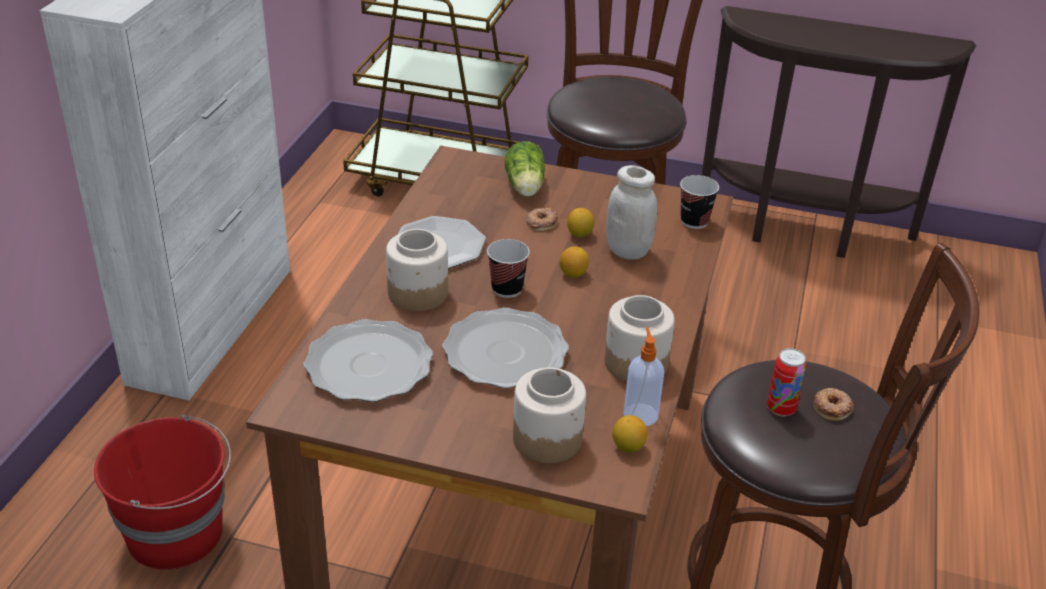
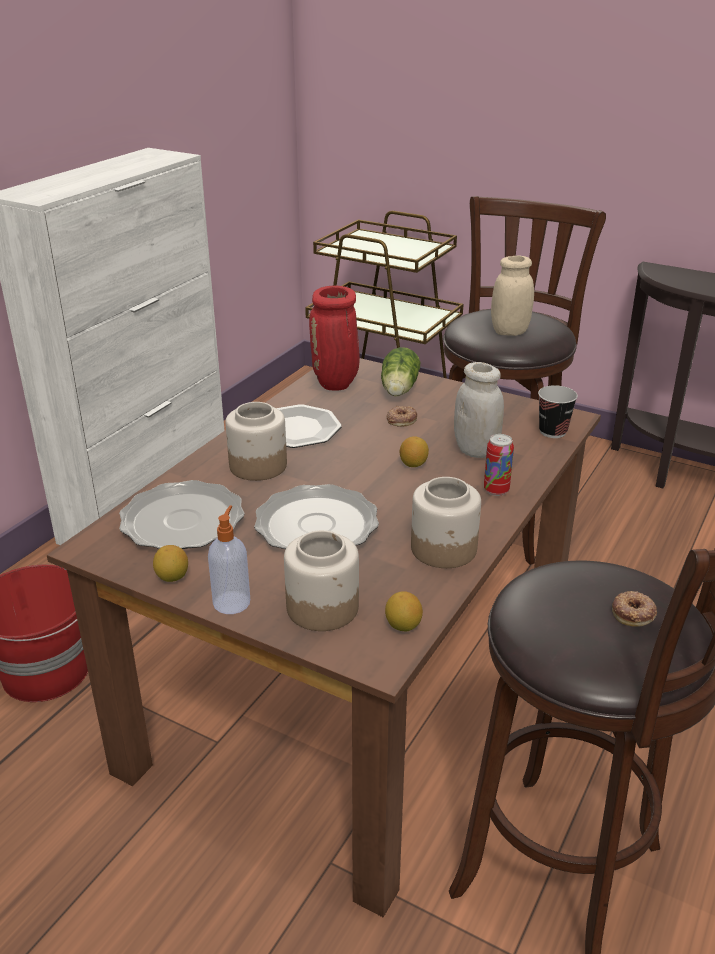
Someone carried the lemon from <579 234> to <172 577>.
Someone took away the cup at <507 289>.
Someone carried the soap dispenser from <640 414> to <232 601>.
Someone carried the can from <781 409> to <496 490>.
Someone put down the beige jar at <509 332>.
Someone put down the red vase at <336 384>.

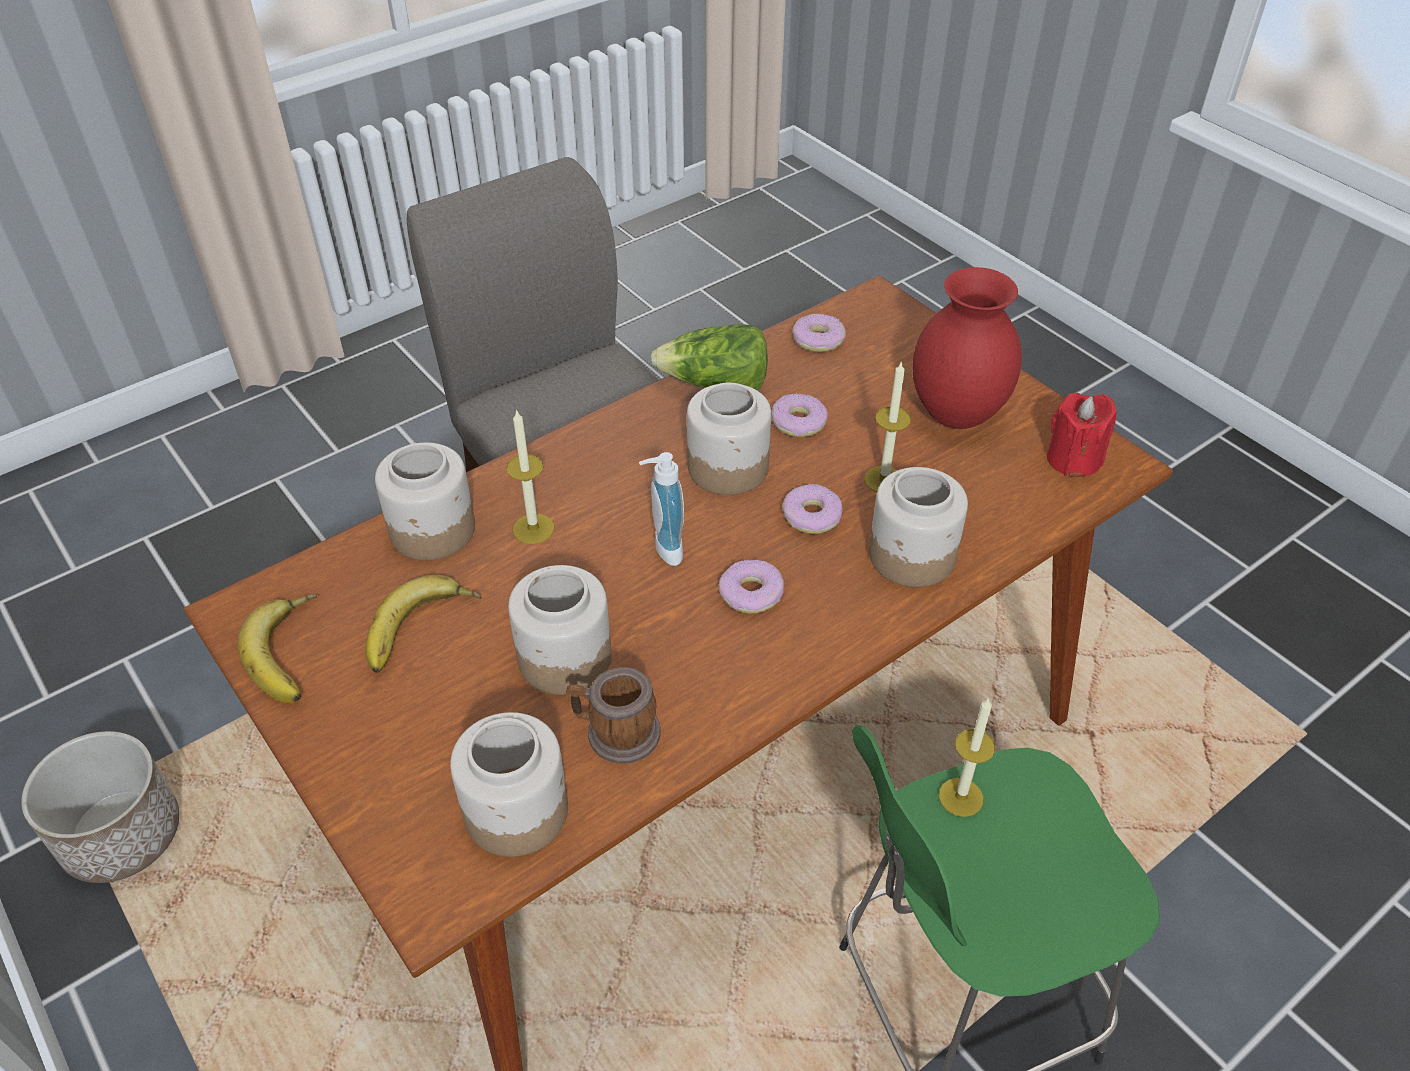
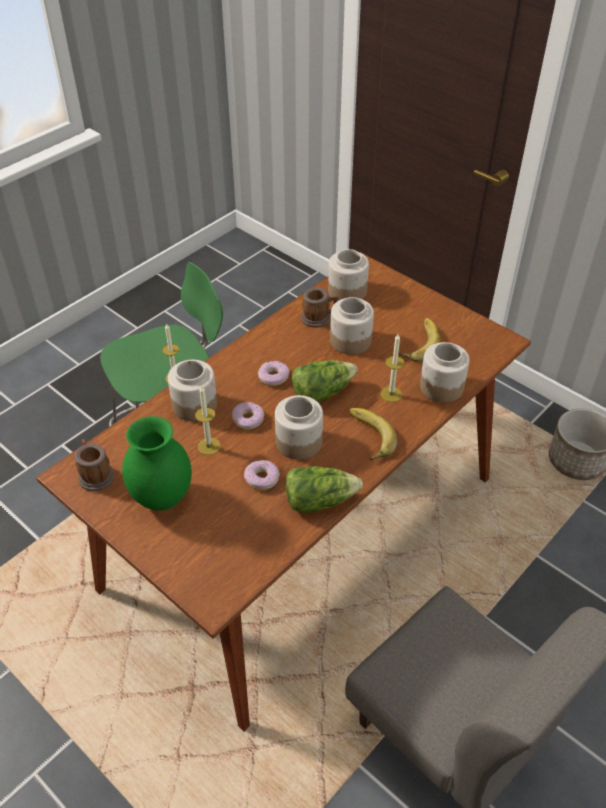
Someone repainted the red vase at <957 414>, which became the green vase at <161 499>.
Someone took away the donut at <818 339>.
Someone swapped the red candle at <1073 459> for the mug at <95 474>.
Someone swapped the soap dispenser at <662 549> for the lettuce at <322 392>.
Someone carried the banana from <293 653> to <367 436>.

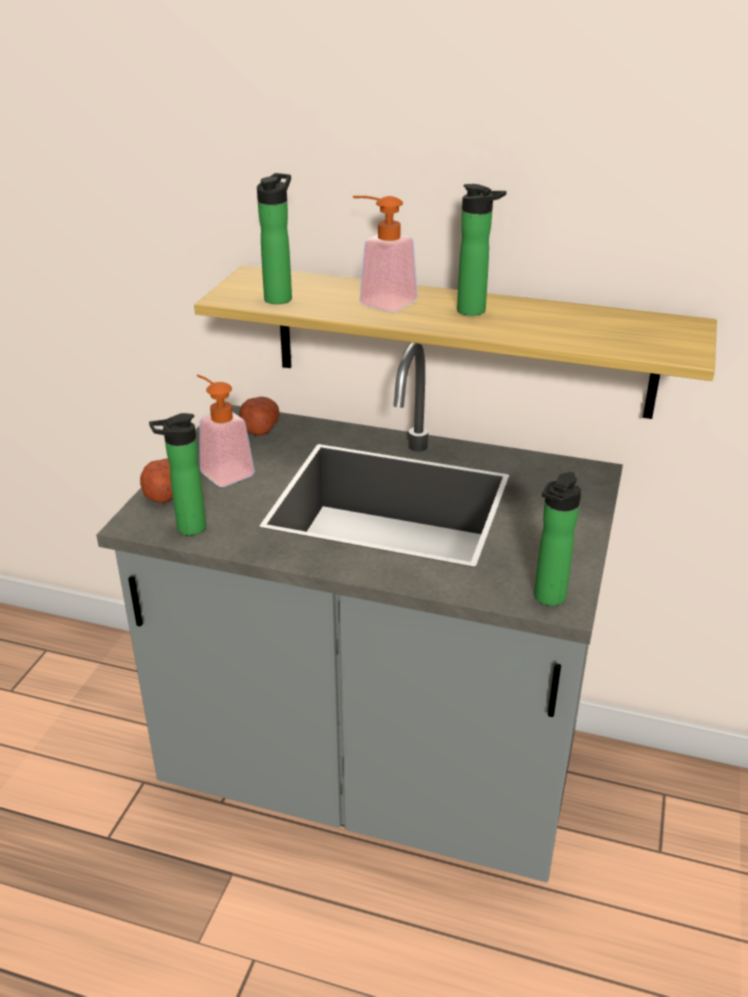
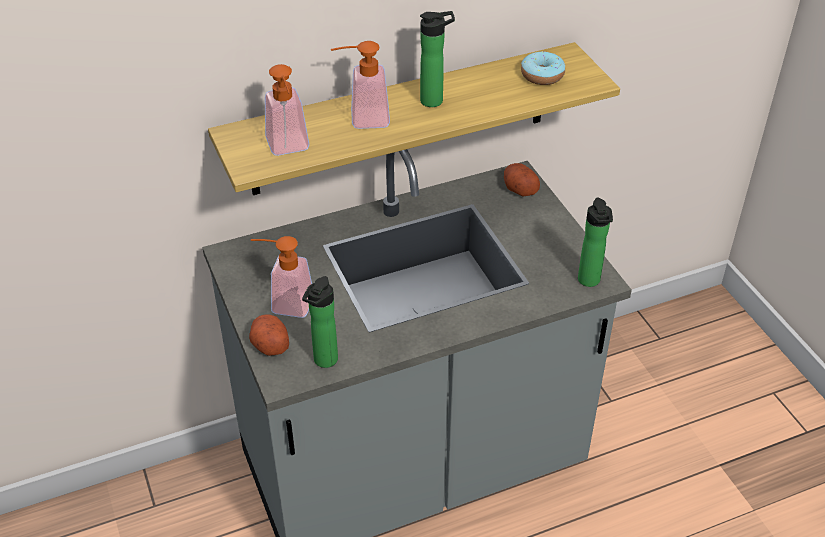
Someone swapped the bottle at <280 297> for the soap dispenser at <289 148>.
Someone carried the potato from <259 428> to <519 188>.
Someone put down the donut at <542 76>.

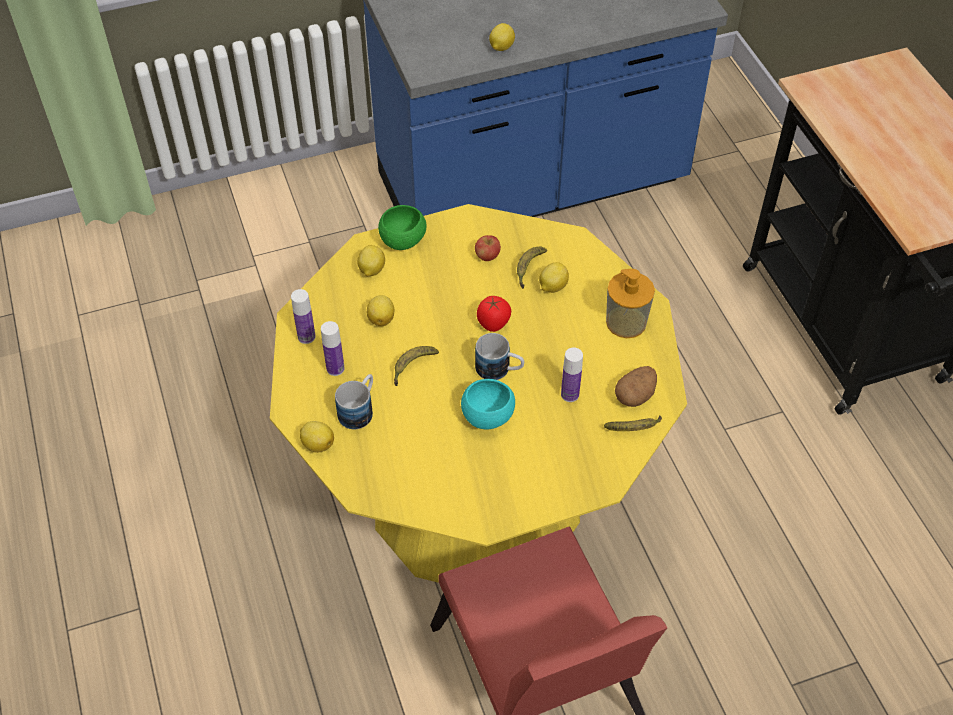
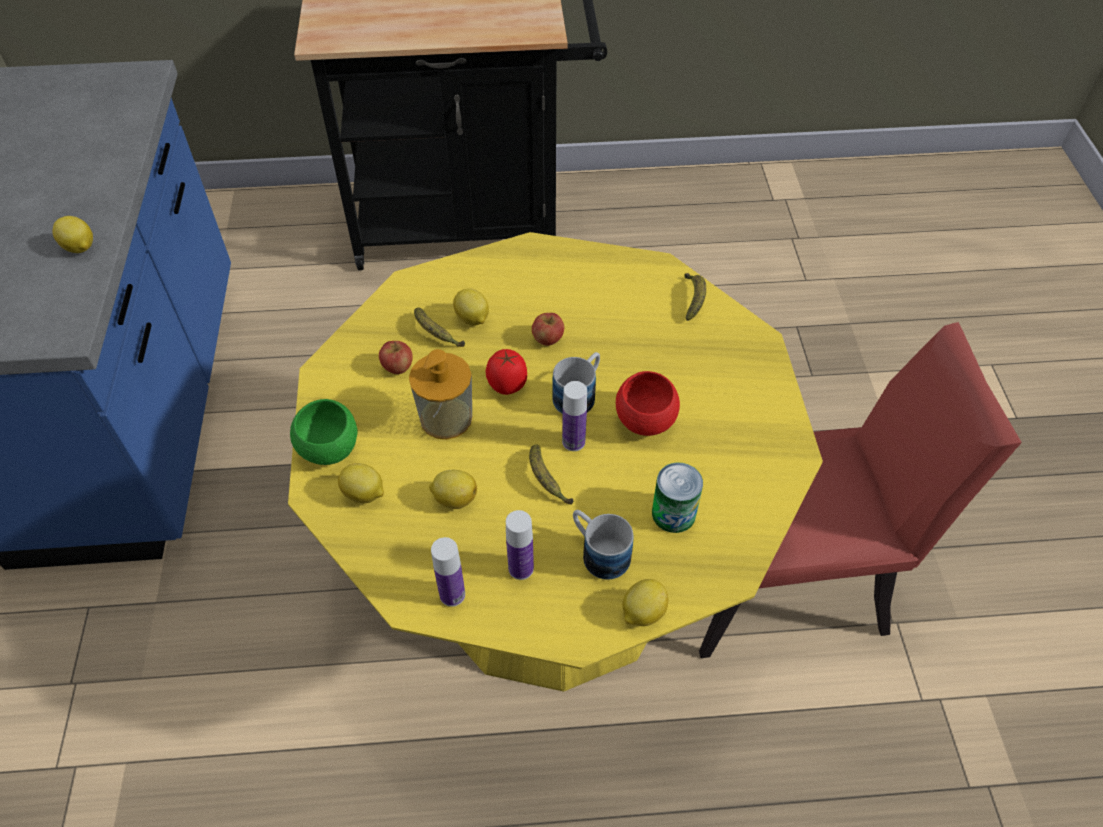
Someone carried the soap dispenser from <626 322> to <446 418>.
Someone carried the bottle from <570 394> to <573 442>.
Someone took away the potato at <635 395>.
Someone repainted the turquoise bowl at <488 417>, which became the red bowl at <645 420>.
Someone put down the apple at <547 339>.
Someone put down the can at <673 513>.

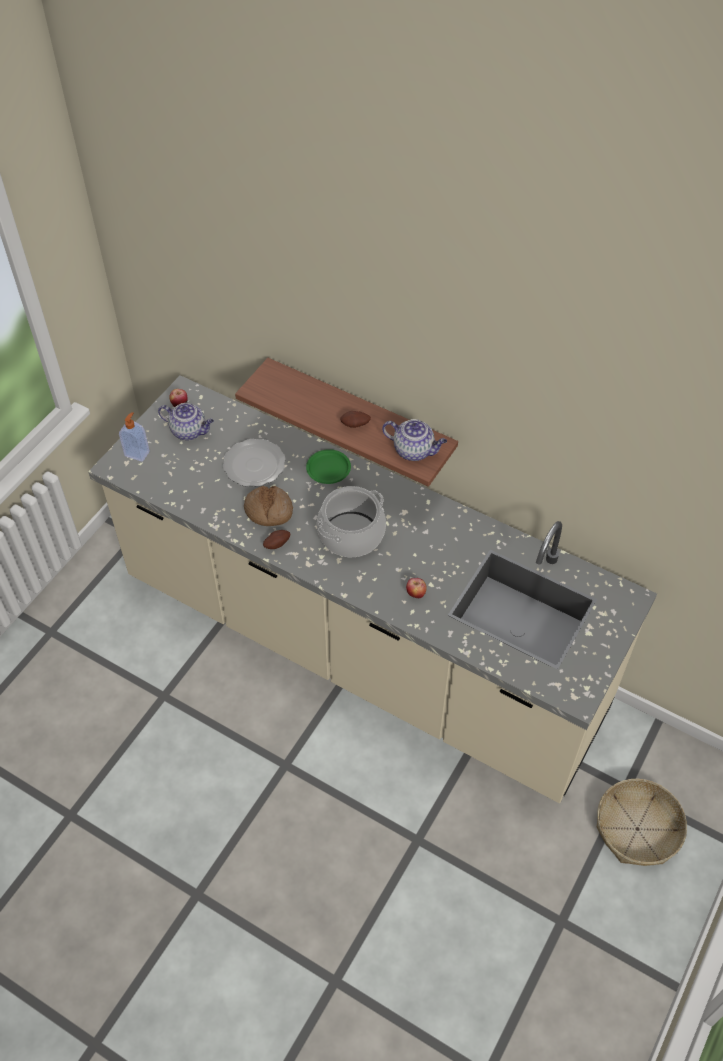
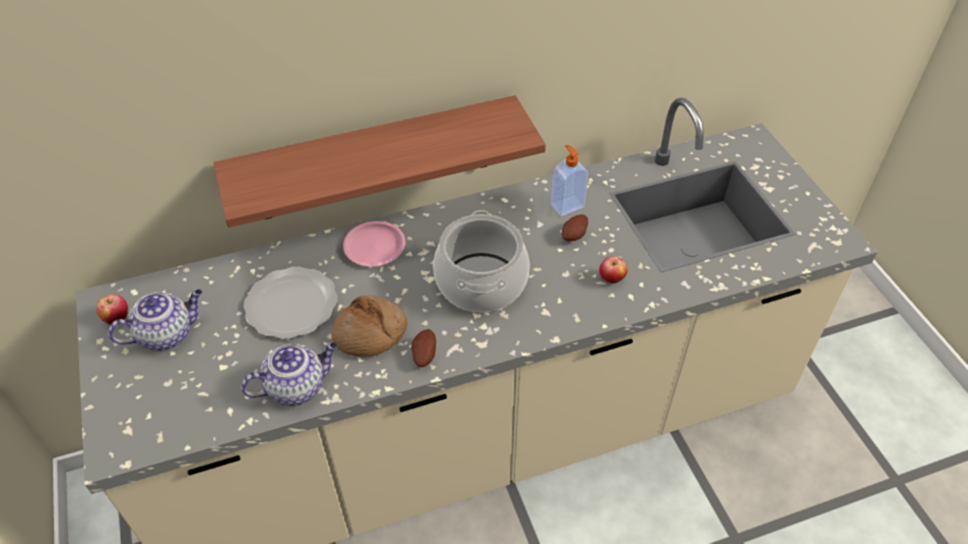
Someone carried the potato from <355 425> to <575 236>.
Someone carried the soap dispenser from <137 453> to <566 205>.
Someone carried the teapot from <414 450> to <297 386>.
Someone repainted the green plate at <328 469>, which became the pink plate at <374 247>.
Someone took away the basket at <637 829>.

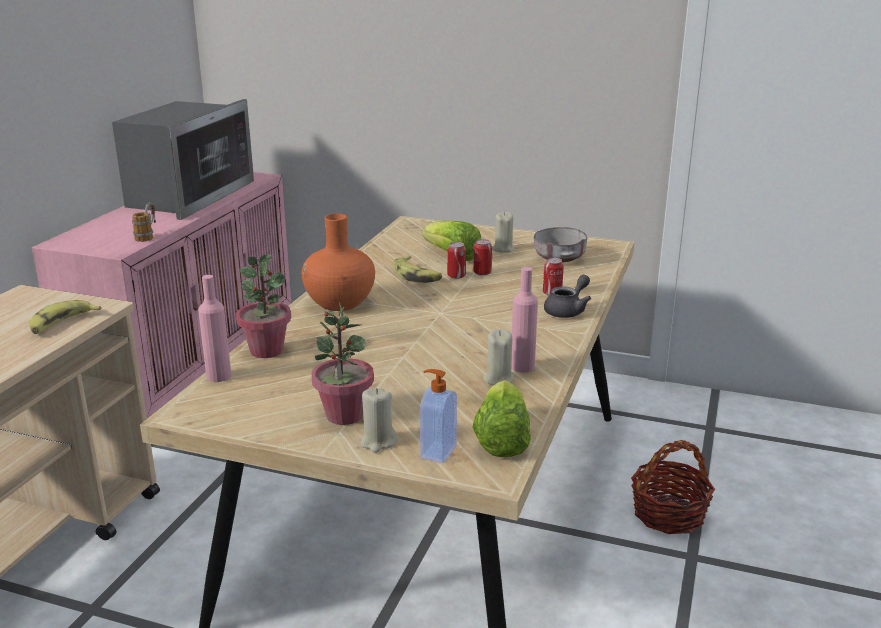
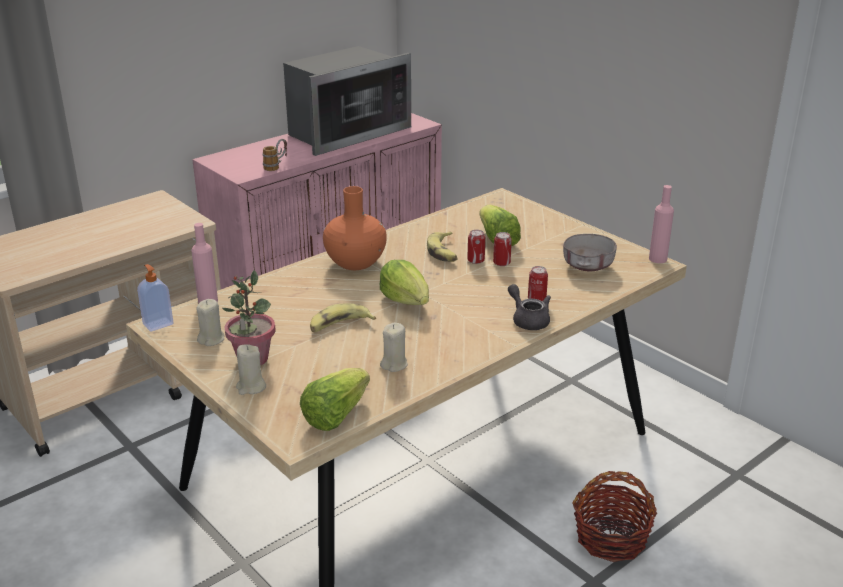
Someone carried the beige candle from <503 249> to <211 339>.
Someone took away the potted plant at <267 350>.
Someone carried the pink bottle from <522 366> to <657 259>.
Someone rotated the grey teapot at <568 311> by 105 degrees counterclockwise.
Someone carried the banana from <62 324> to <339 325>.
Someone carried the soap dispenser from <437 452> to <157 324>.
Someone put down the lettuce at <406 300>.

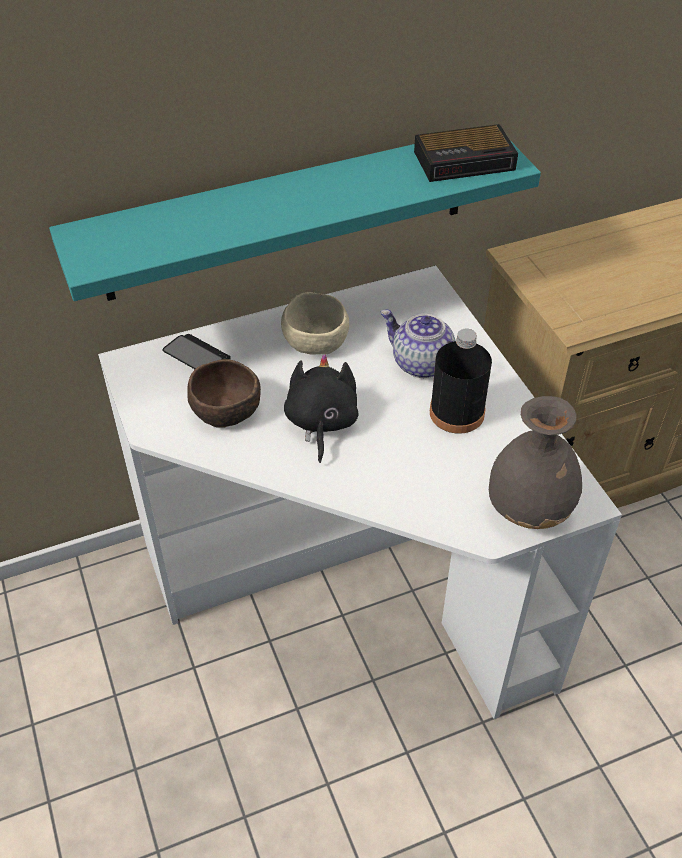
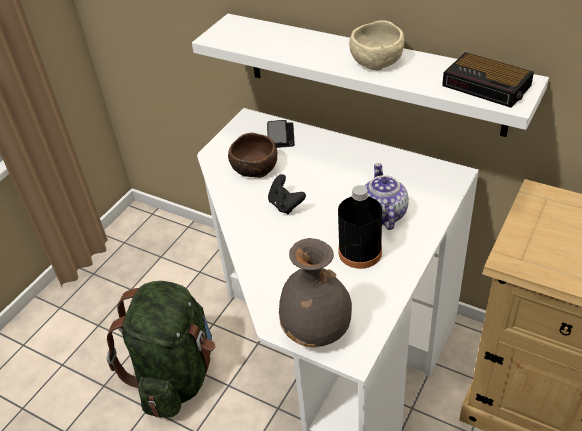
Someone repainted the turquoise shelf at <288 214>, which became the white shelf at <371 73>.
Someone carried the beige bowl from <316 341> to <376 61>.
Someone swapped the black plush toy at <321 422> for the black game controller at <285 205>.
Someone put down the green backpack at <176 374>.

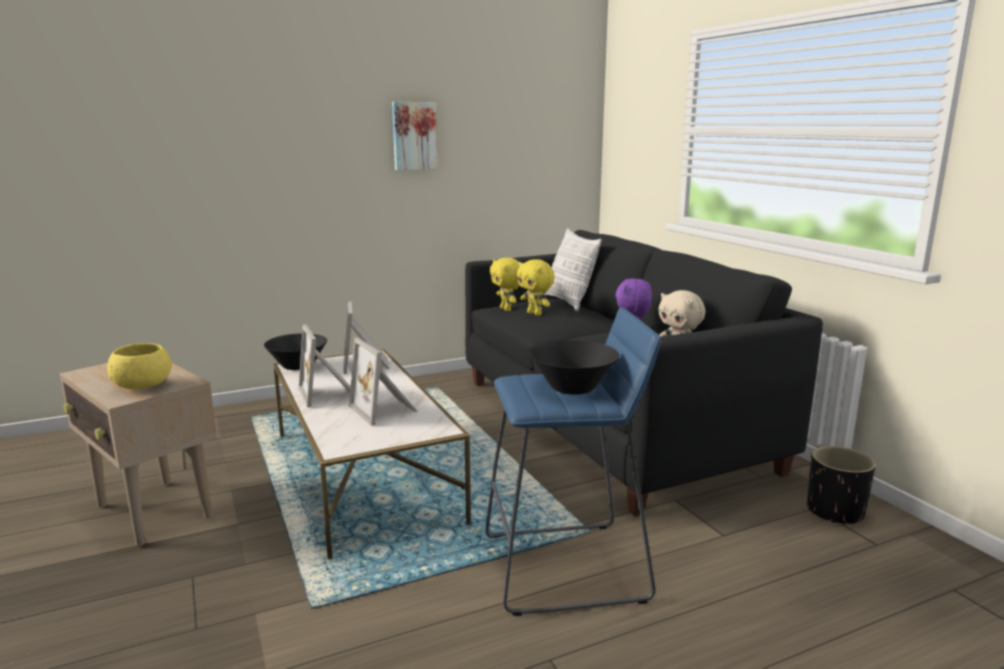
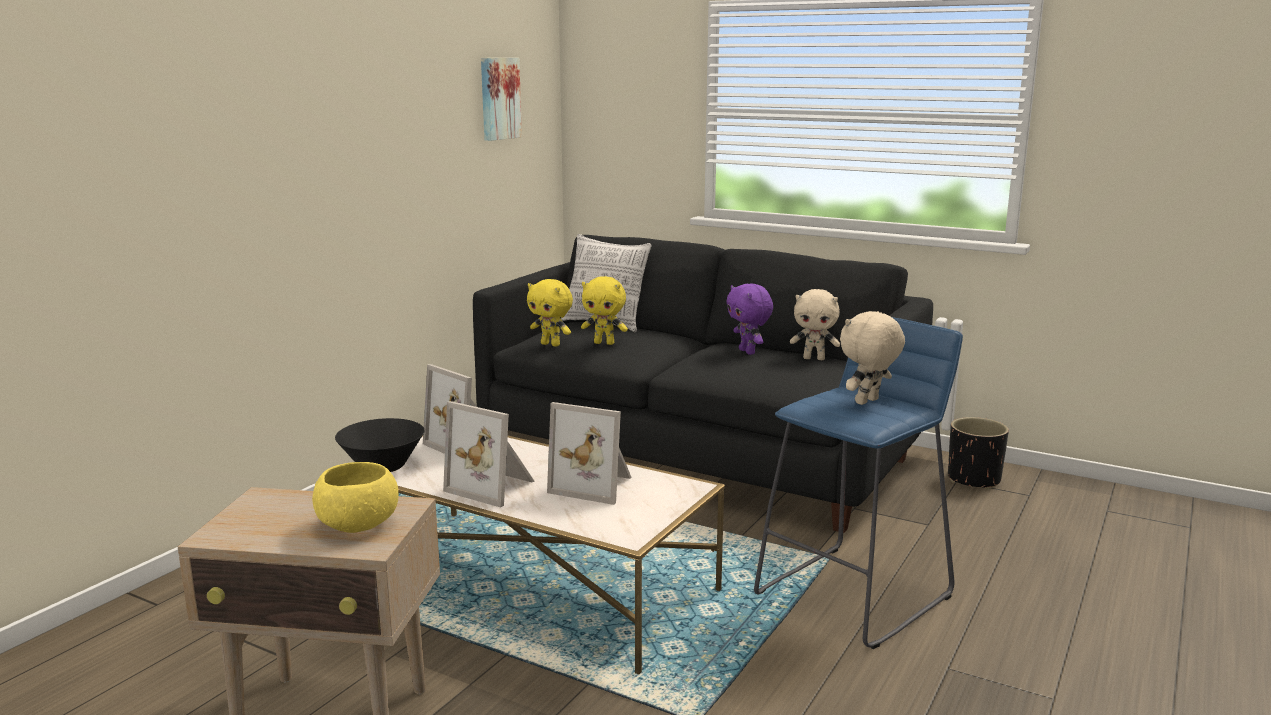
Someone carried the picture from <414 136> to <498 98>.
Someone swapped the black bowl at <572 388> for the beige plush toy at <868 402>.

